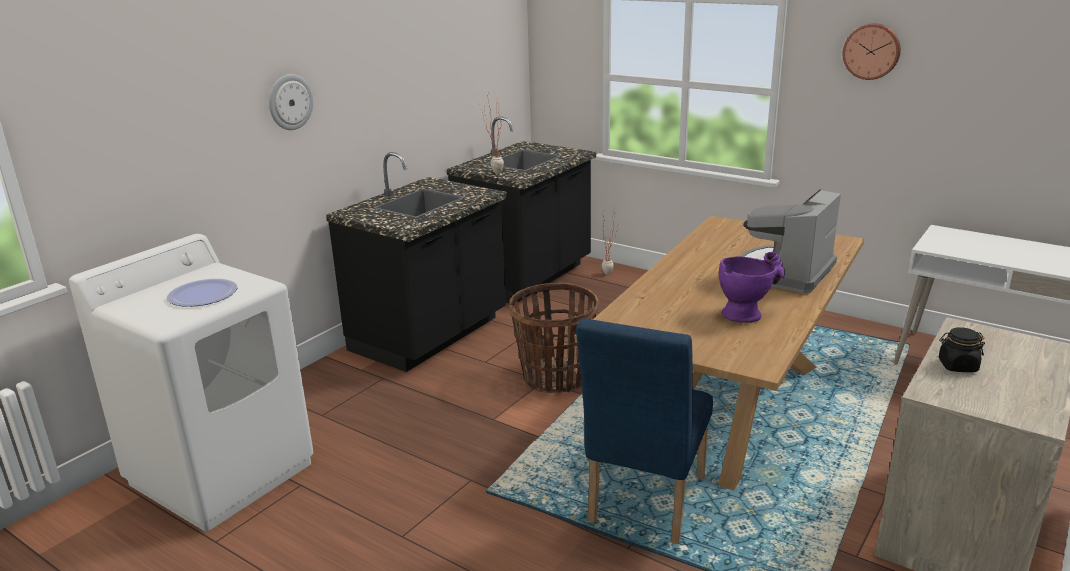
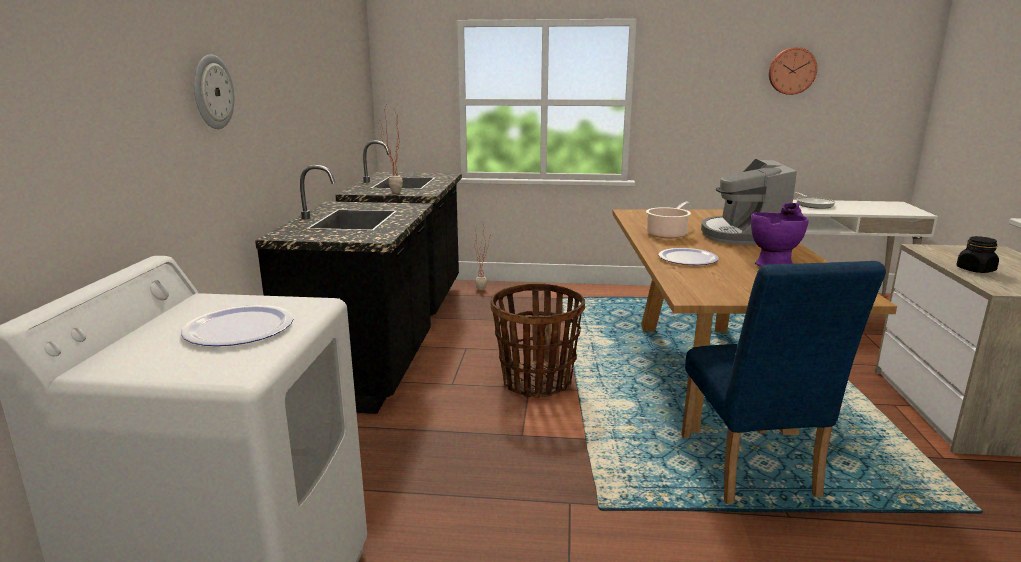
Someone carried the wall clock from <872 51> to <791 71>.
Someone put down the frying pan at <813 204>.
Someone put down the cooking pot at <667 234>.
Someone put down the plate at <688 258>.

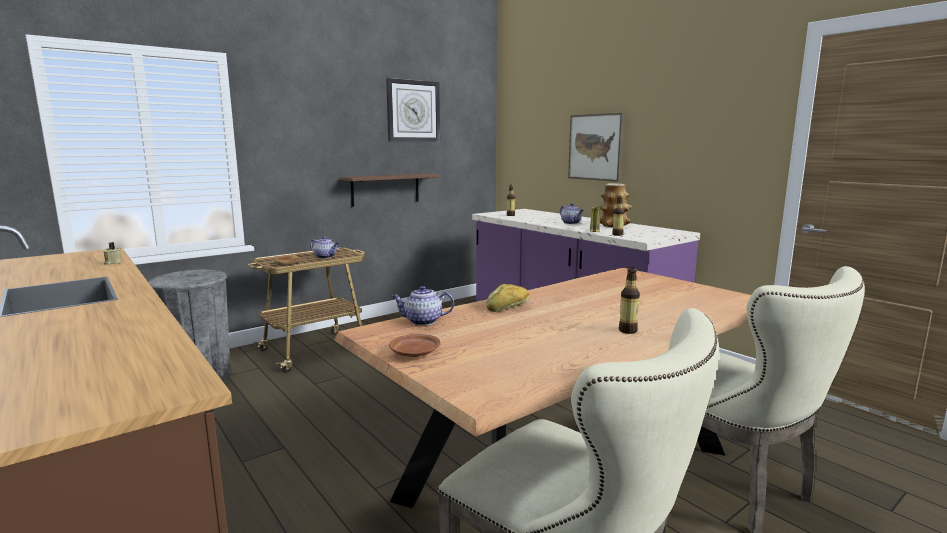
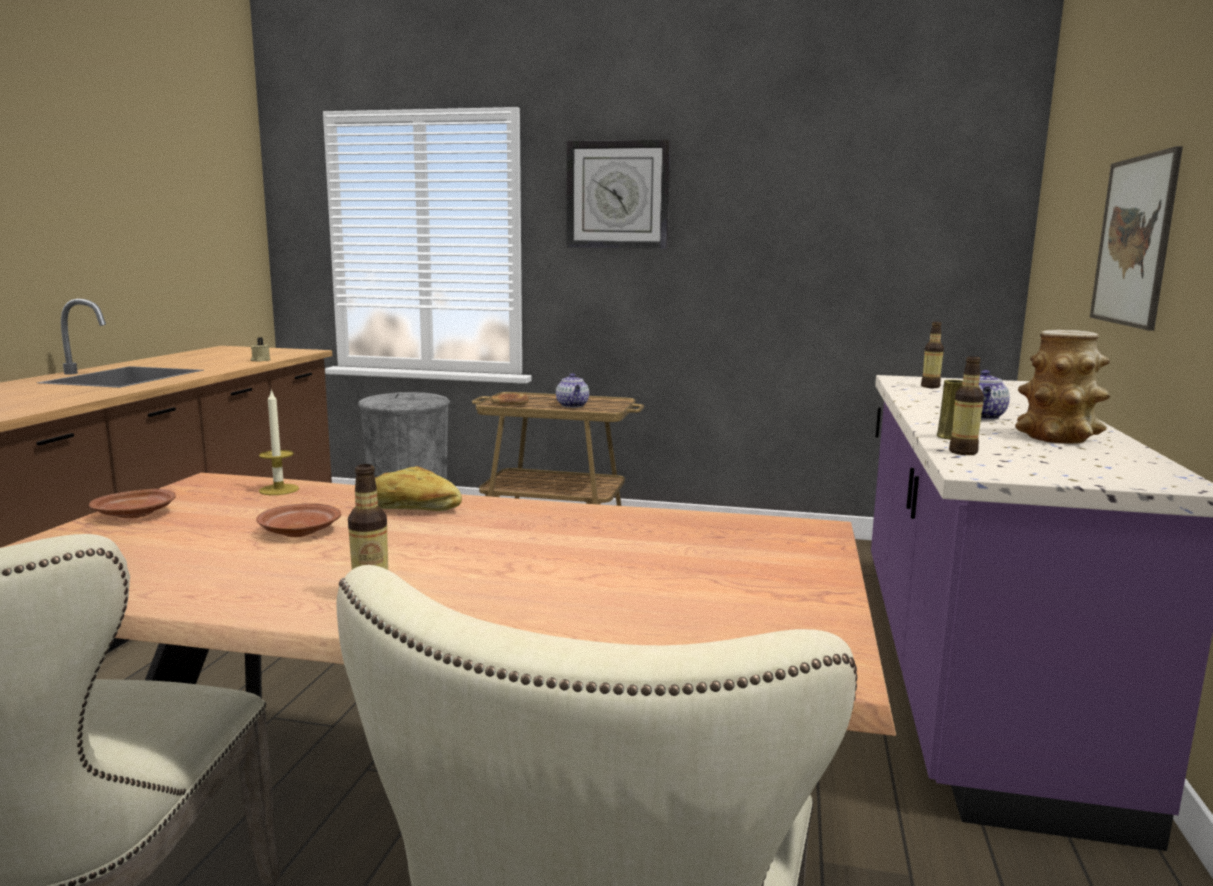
Someone carried the wall clock from <413 111> to <618 195>.
Someone took away the brown shelf at <385 189>.
Someone swapped the teapot at <422 321> for the candle at <279 490>.
Someone put down the brown plate at <298 531>.

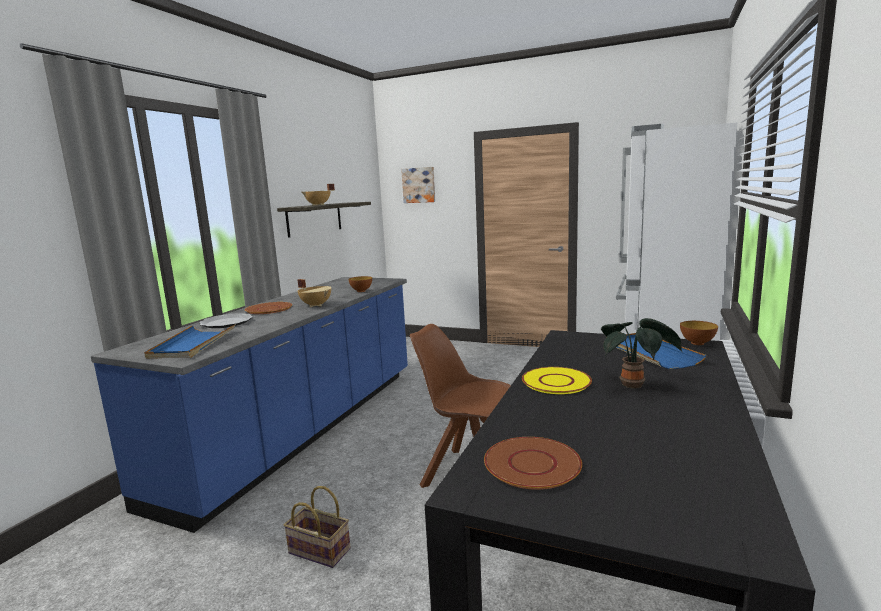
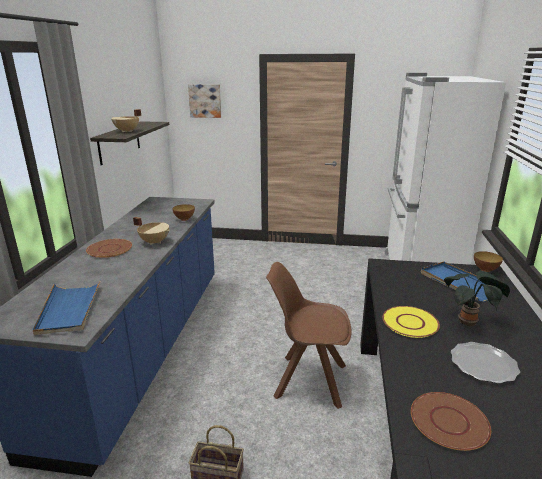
Someone carried the plate from <226 323> to <483 365>.

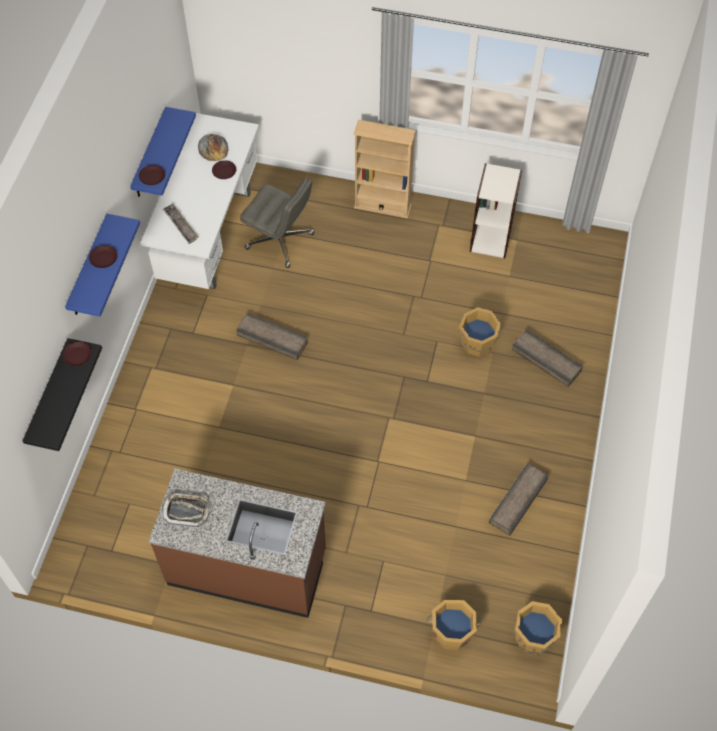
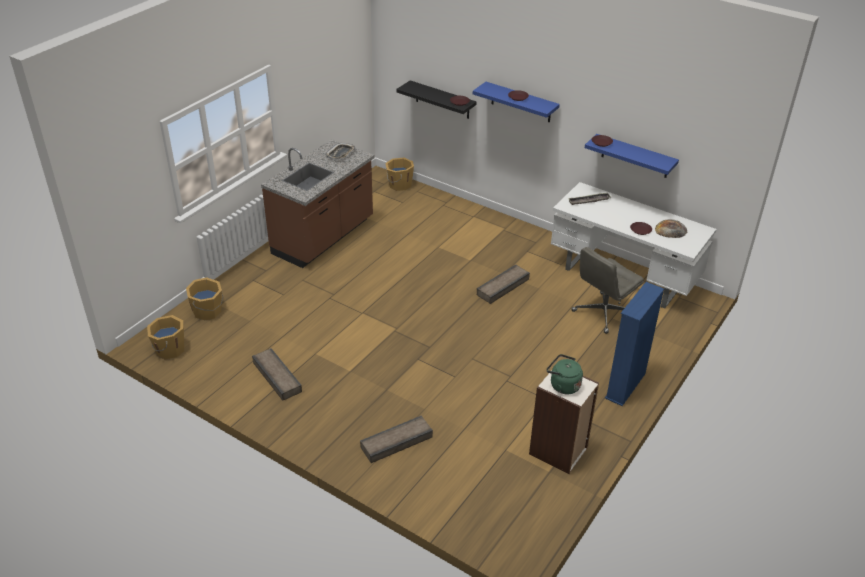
Someone repainted the beige bookcase at <382 206>, which became the blue bookcase at <625 386>.
Someone carried the orange bucket from <477 343> to <399 185>.
Someone put down the green kettle at <563 385>.

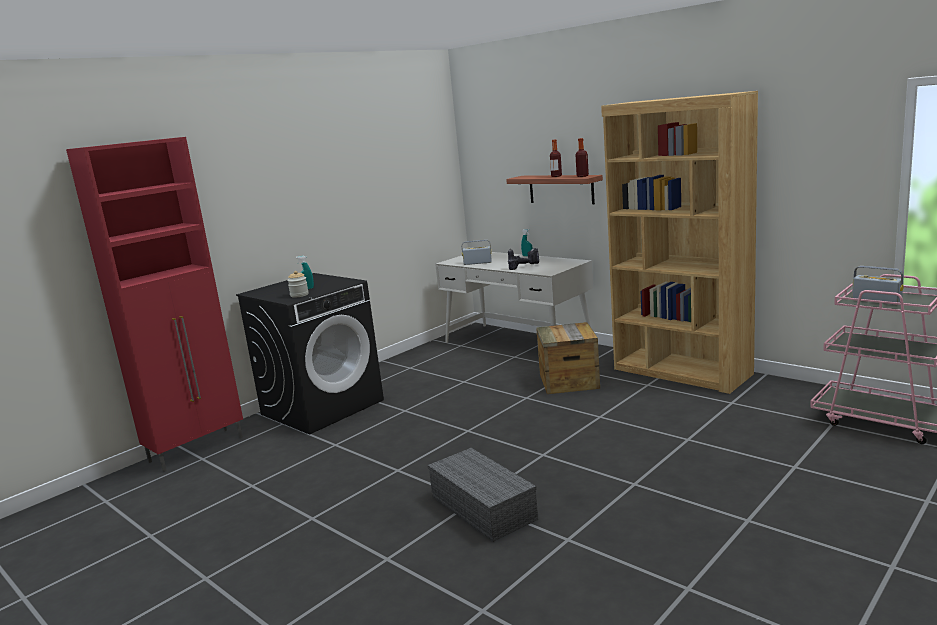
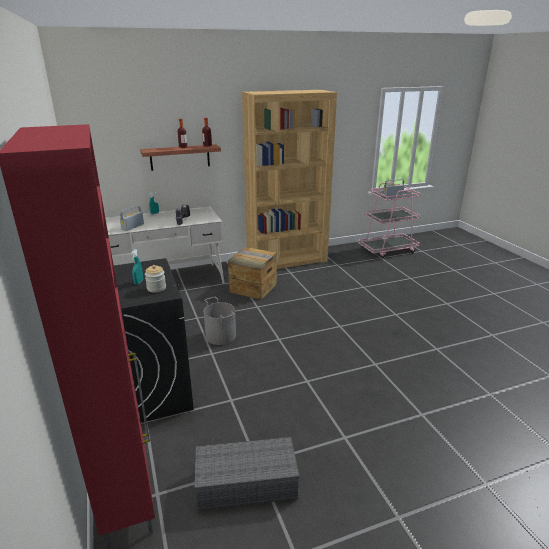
Someone carried the grey storage box from <485 507> to <248 482>.
Someone put down the grey bucket at <220 336>.

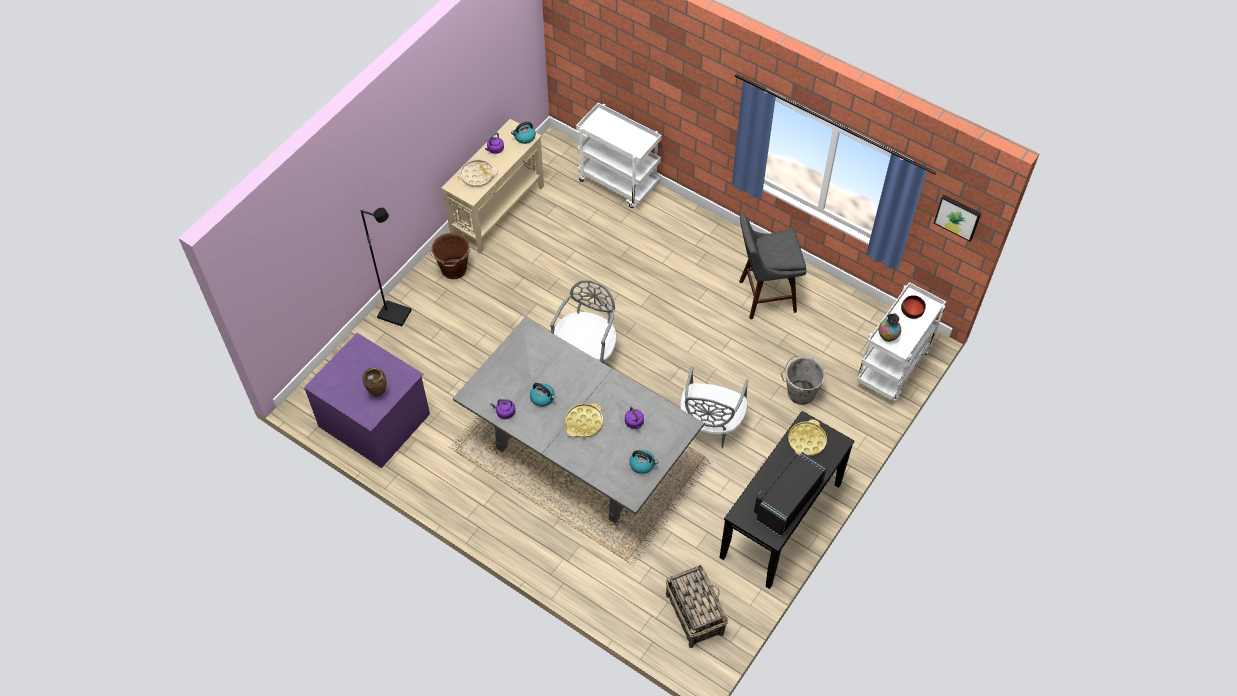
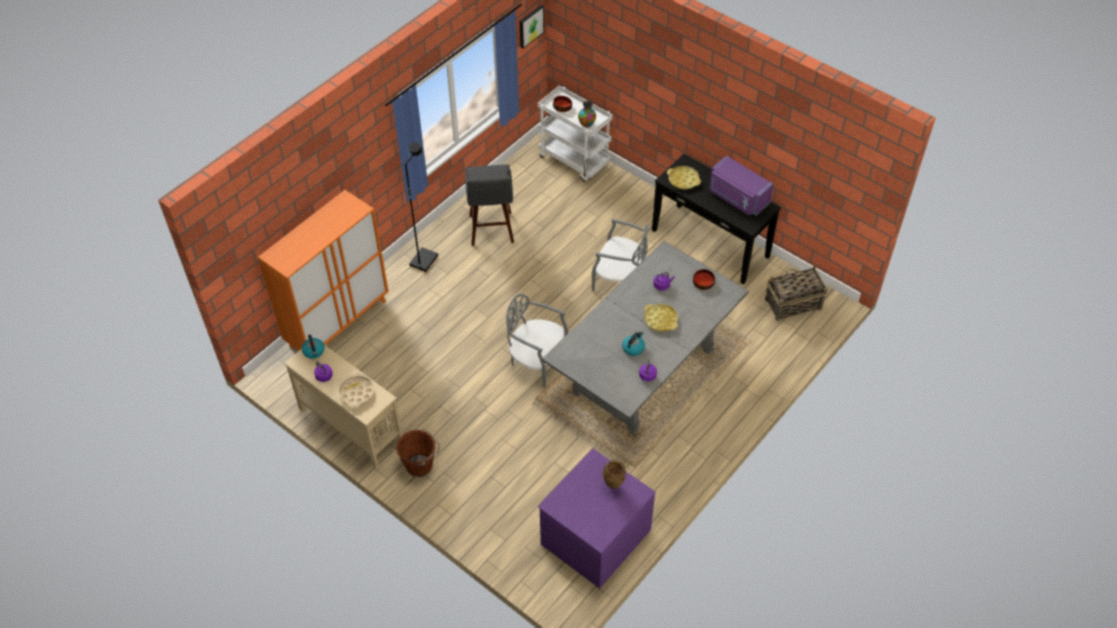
Someone swapped the white cart at <619 183> for the orange cabinet at <338 323>.
Someone carried the black floor lamp from <395 314> to <423 260>.
Someone took away the grey bucket at <799 393>.
Someone swapped the kettle at <642 464> for the bowl at <703 283>.
Someone repainted the black microwave at <786 500>, which became the purple microwave at <737 198>.

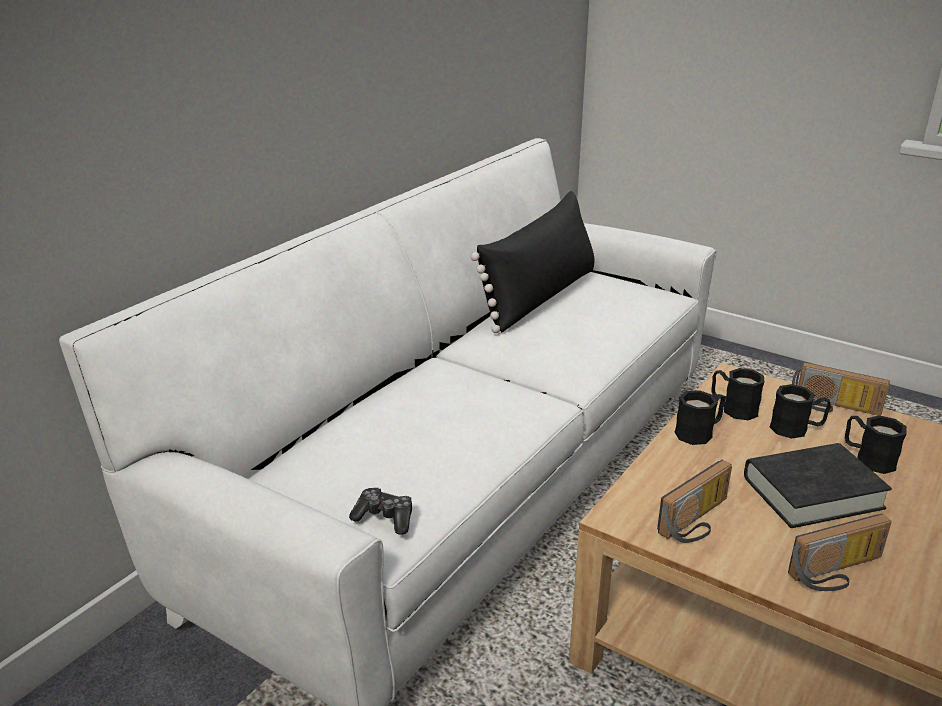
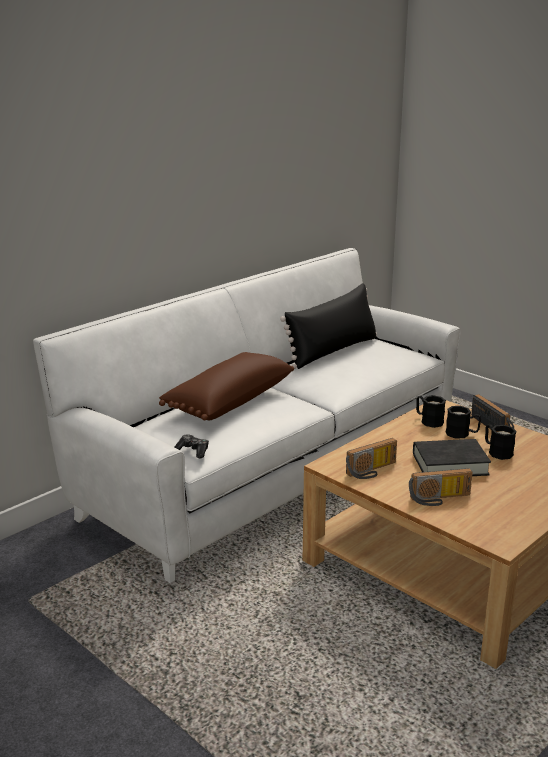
Someone rotated the radio at <833 407> by 150 degrees counterclockwise.
Someone took away the black mug at <699 432>.
Someone put down the brown pillow at <228 401>.

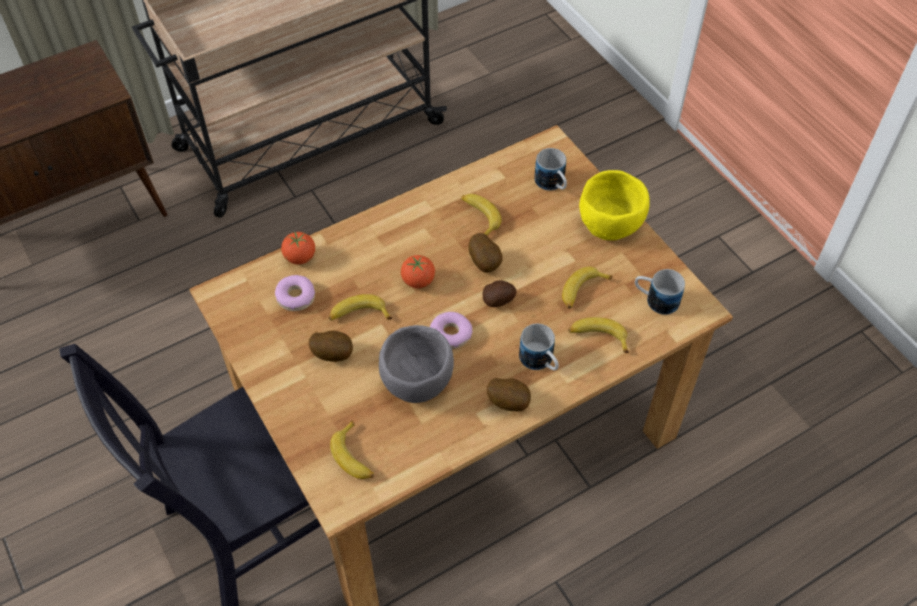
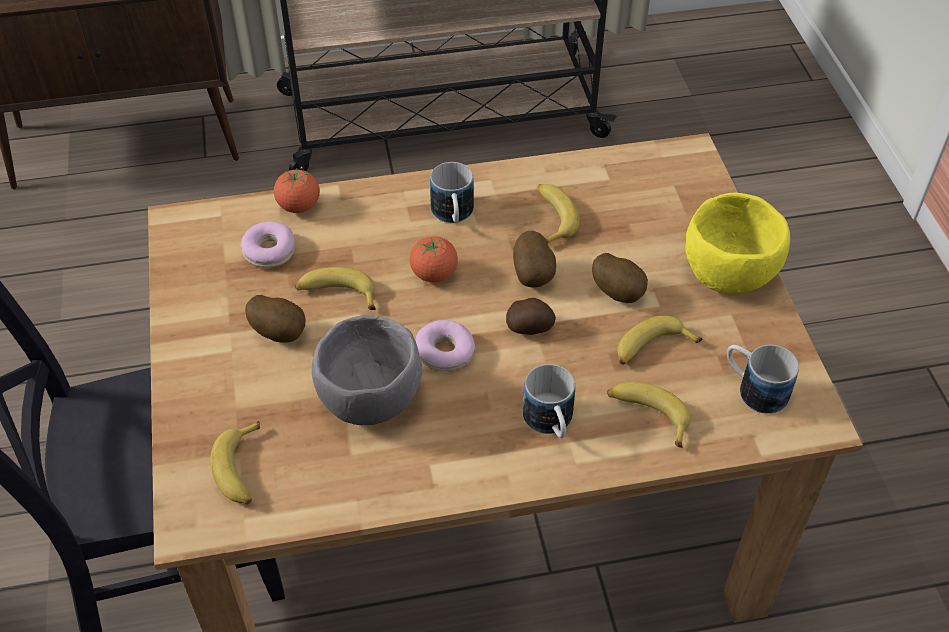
Someone carried the mug from <552 185> to <453 216>.
Someone carried the potato from <508 402> to <618 292>.

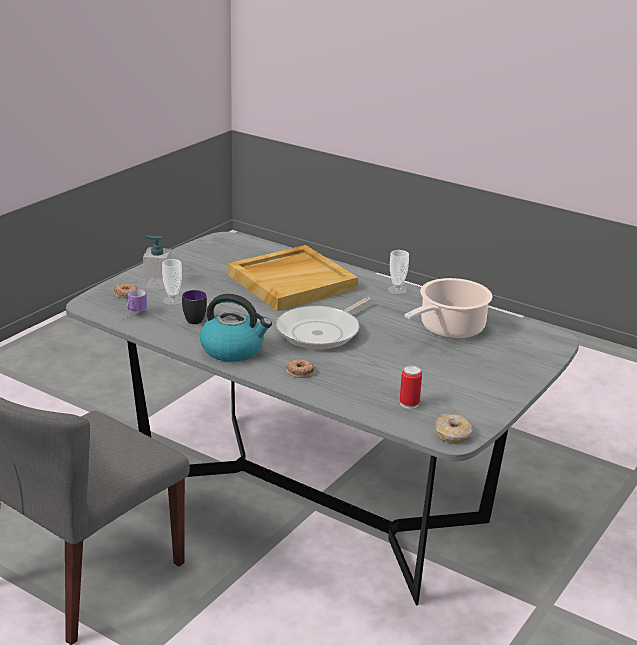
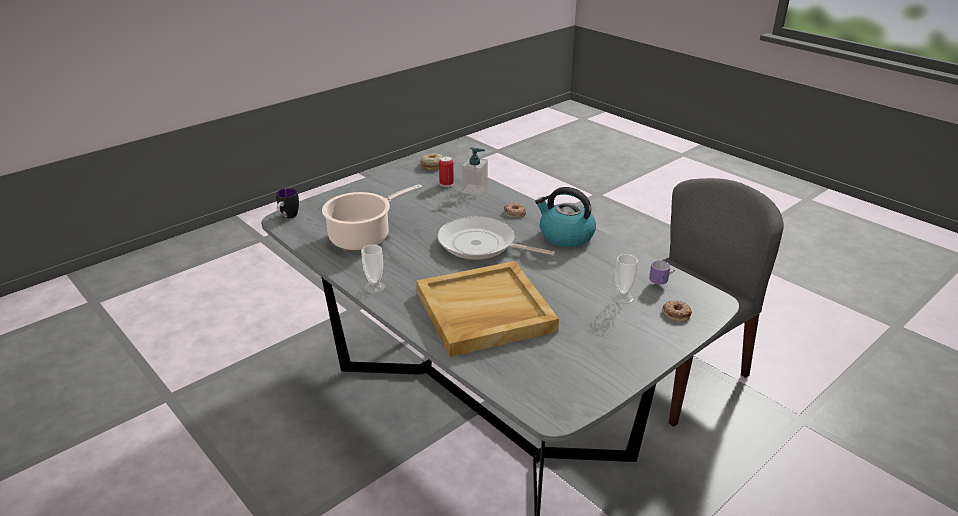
Someone carried the soap dispenser from <158 284> to <475 190>.
Someone carried the mug from <195 318> to <288 217>.
Someone rotated the frying pan at <321 332> by 120 degrees counterclockwise.

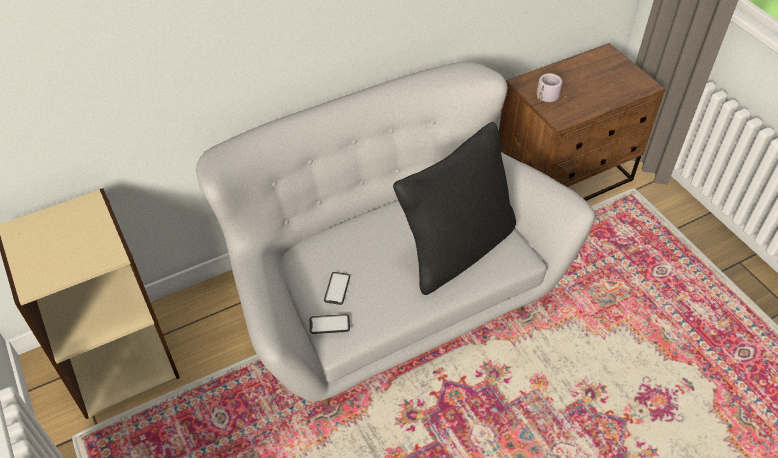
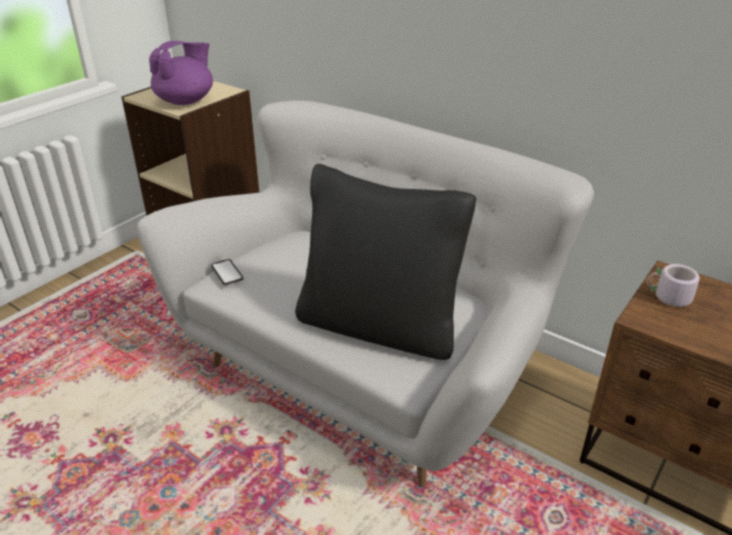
Someone took away the phone at <337 288>.
Someone put down the purple teapot at <186 101>.

